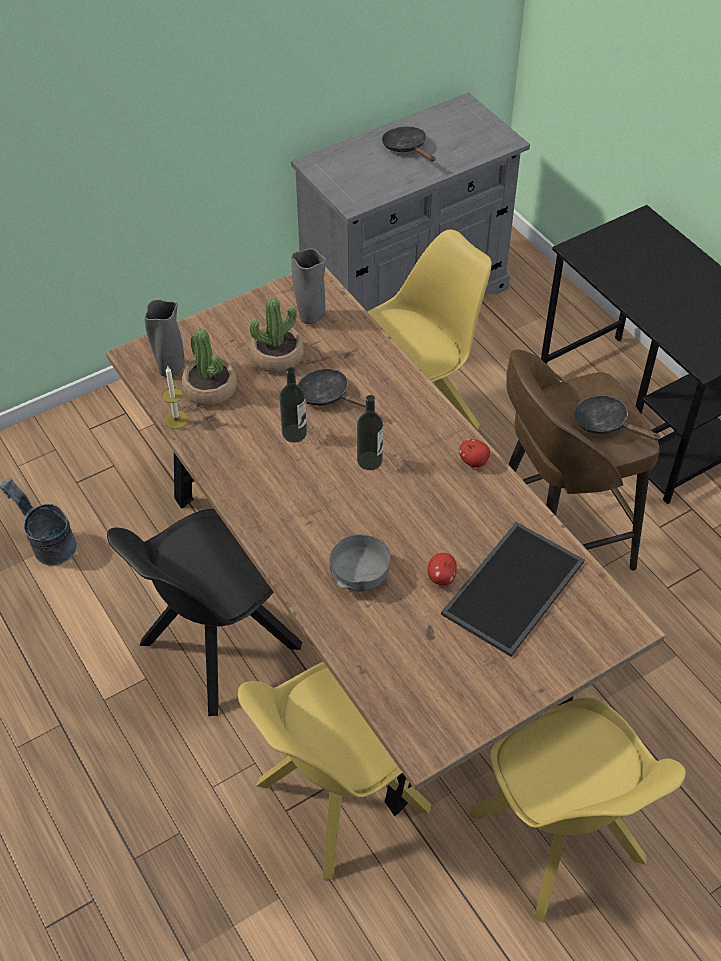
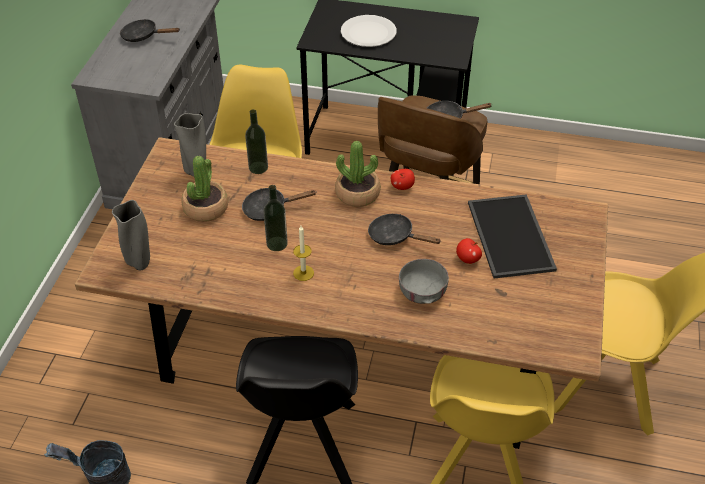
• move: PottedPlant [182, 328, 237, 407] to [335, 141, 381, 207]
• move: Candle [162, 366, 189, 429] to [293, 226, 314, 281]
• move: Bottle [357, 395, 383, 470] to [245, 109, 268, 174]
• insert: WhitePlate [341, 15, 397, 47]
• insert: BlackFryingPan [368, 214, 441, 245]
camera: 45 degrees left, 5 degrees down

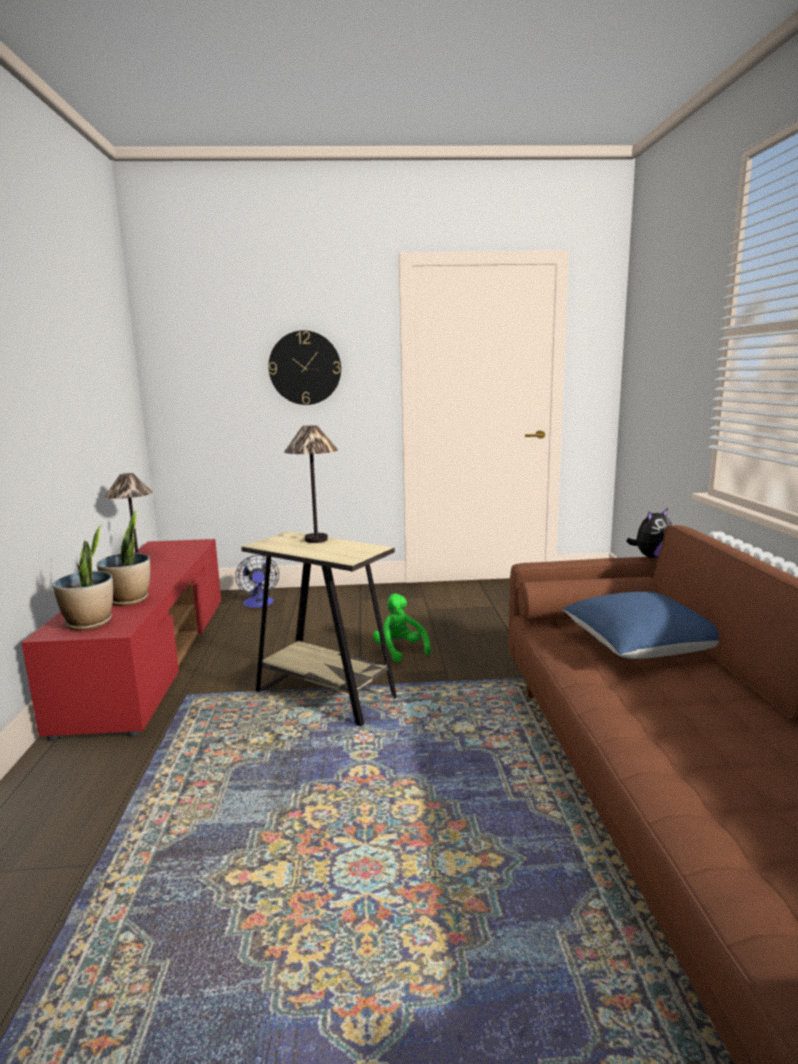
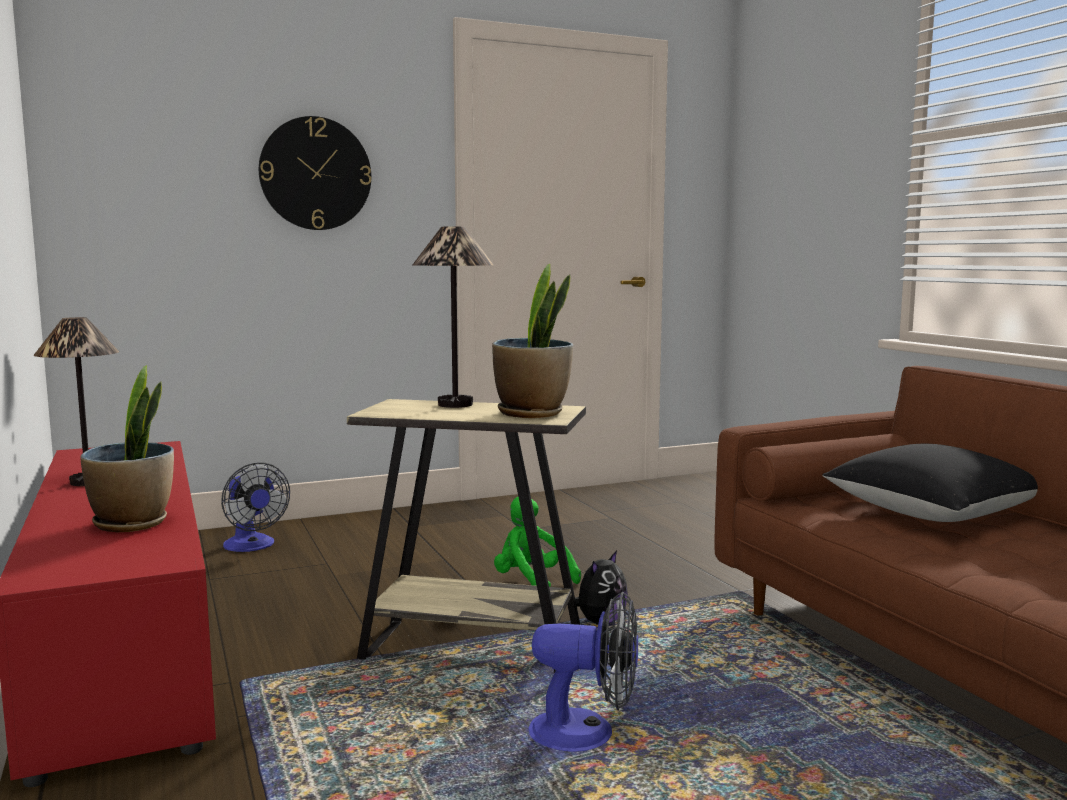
• move: PlushToy [626, 508, 672, 558] to [575, 551, 628, 625]
• move: PottedPlant [53, 525, 113, 630] to [492, 264, 573, 418]
• recolor: BluePillow [562, 591, 719, 659] to BlackPillow [822, 444, 1038, 522]
• insert: Fan [528, 592, 638, 752]
camera: 20 degrees left, 5 degrees down

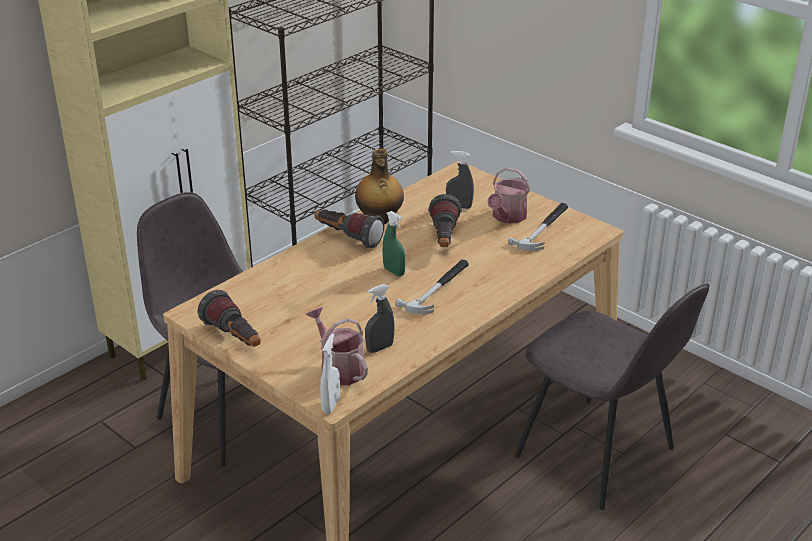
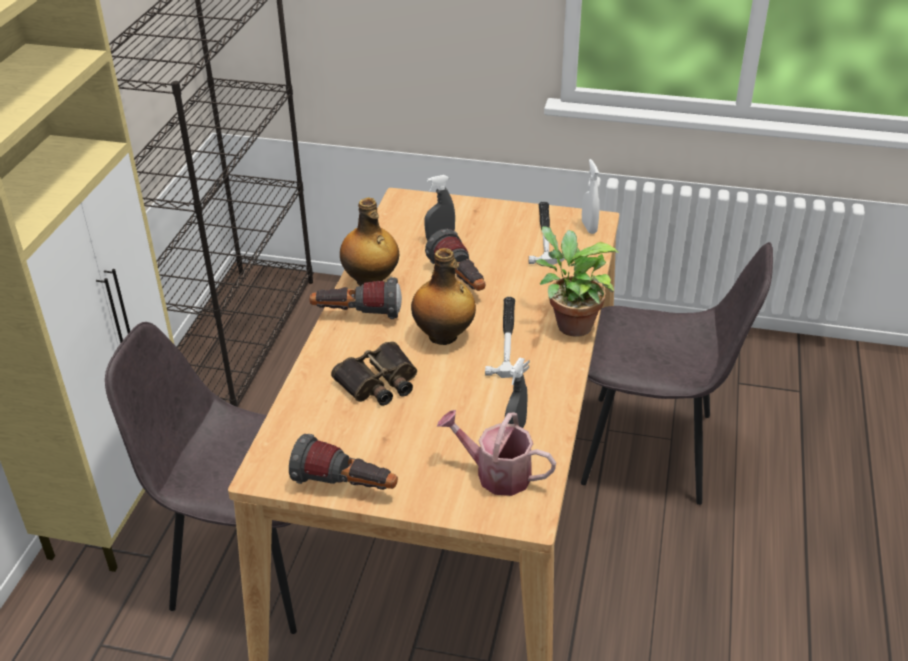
• delete: WateringCan [487, 167, 530, 224]
• replace: GreenSprayBottle [383, 211, 406, 276] to Bottle [411, 248, 476, 345]
• move: WhiteSprayBottle [320, 333, 340, 414] to [582, 159, 599, 234]
• insert: PottedPlant [536, 226, 619, 337]
• insert: Binoculars [331, 342, 417, 406]
camera: 30 degrees left, 5 degrees up

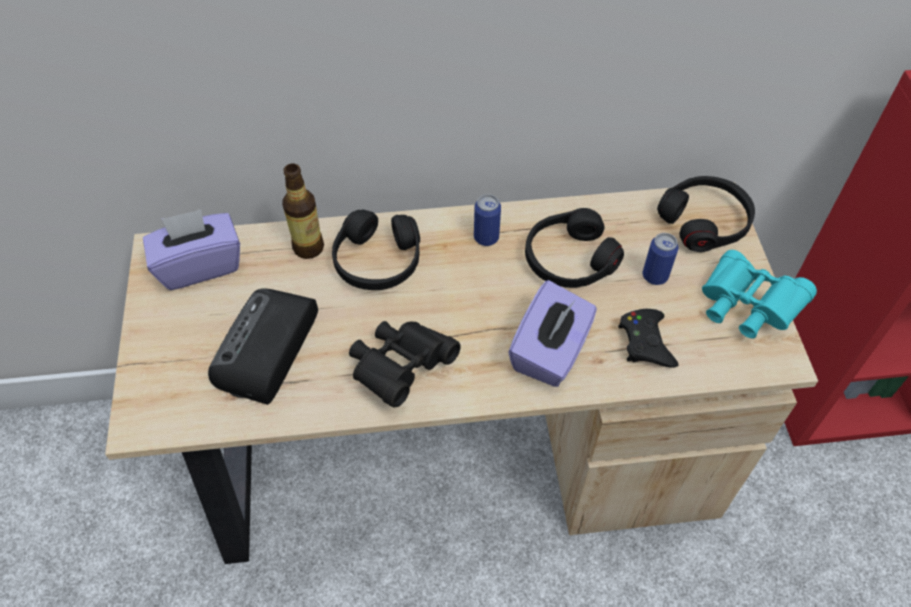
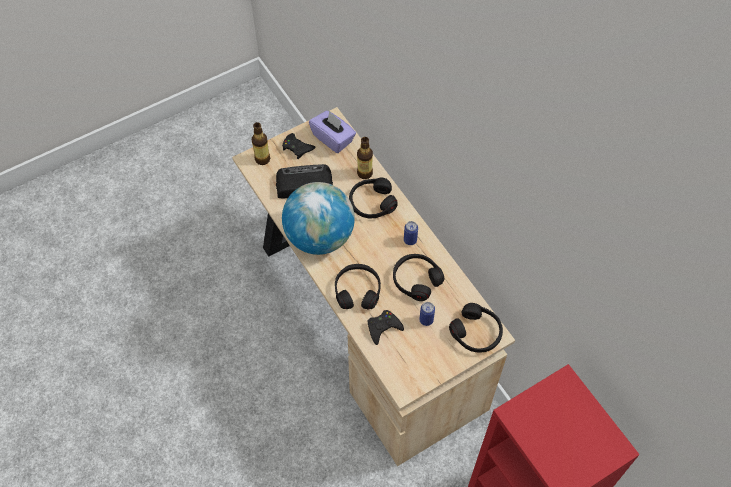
• delete: TurquoiseBinoculars [702, 250, 817, 339]
• replace: PurpleTissueBox [508, 280, 597, 387] to BlackHeadphones [335, 264, 381, 310]
• replace: BlackBinoculars [349, 321, 461, 407] to Globe [282, 182, 355, 255]
• insert: Bottle [252, 122, 270, 165]
• insert: BlackGameController [282, 133, 315, 159]
camera: 65 degrees right, 5 degrees up

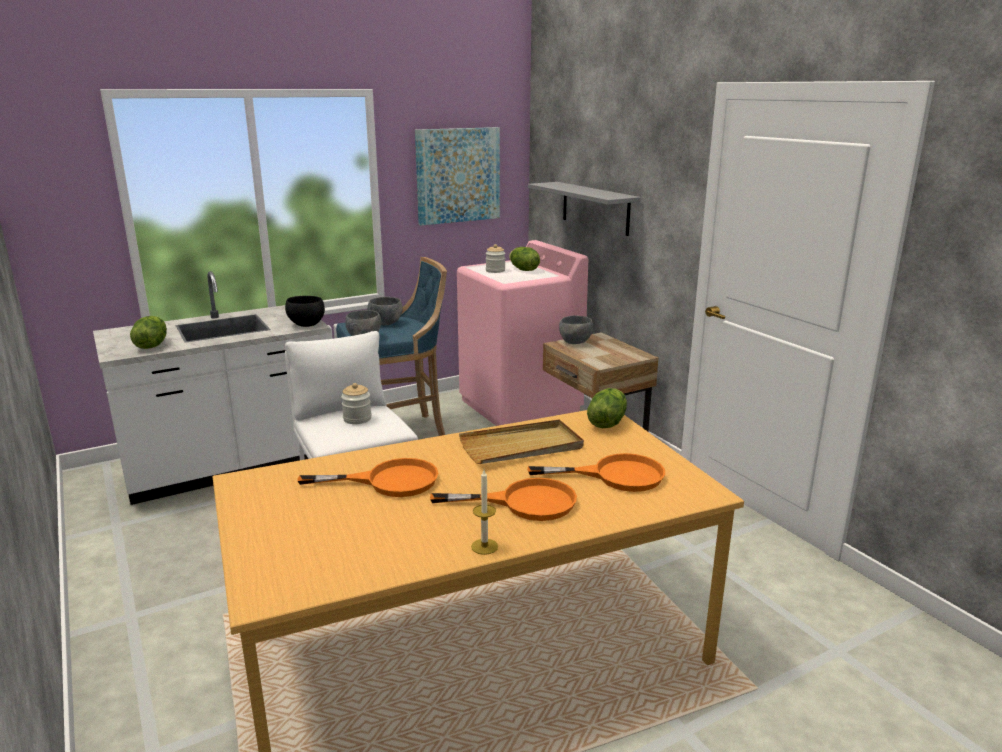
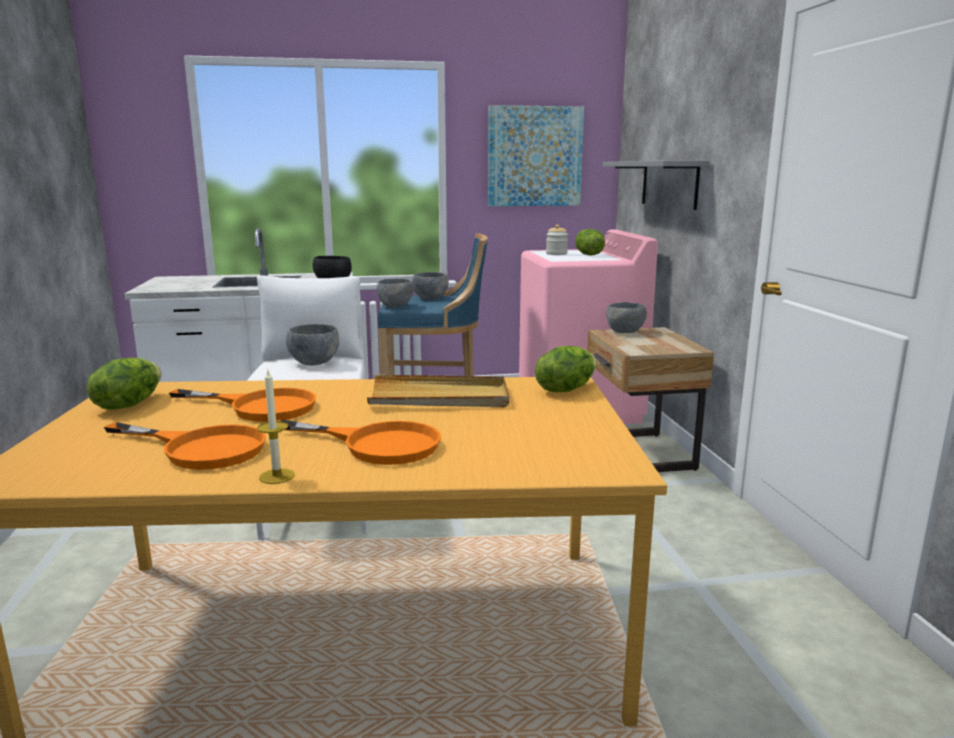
• move: Lettuce [130, 316, 167, 349] to [86, 358, 161, 410]
• replace: Jar [341, 383, 372, 424] to GreyBowl [286, 324, 339, 366]
• move: OrangeFryingPan [527, 453, 665, 492] to [104, 422, 266, 470]
camera: 20 degrees right, 5 degrees down

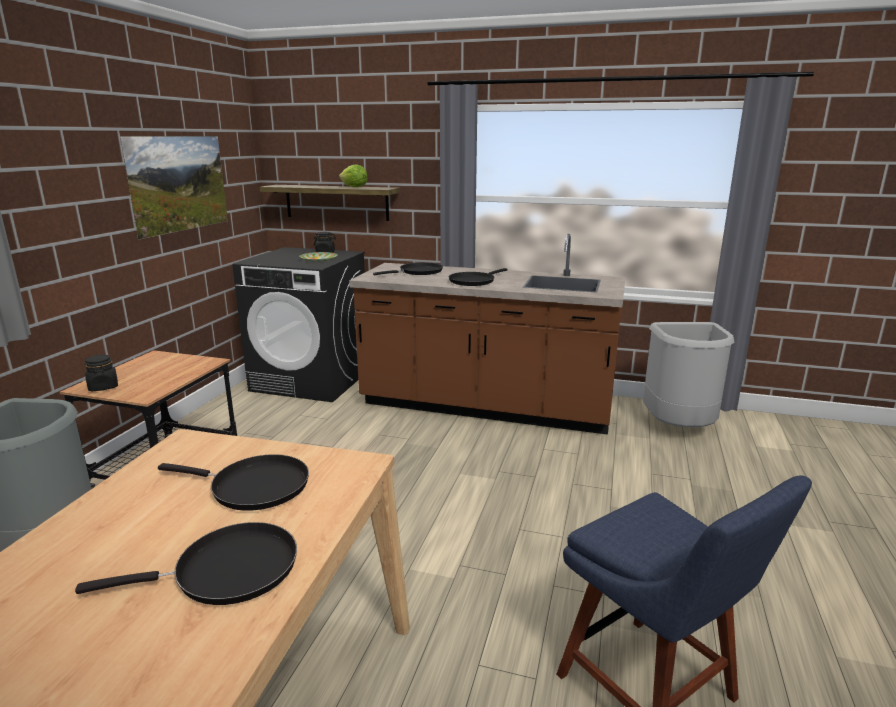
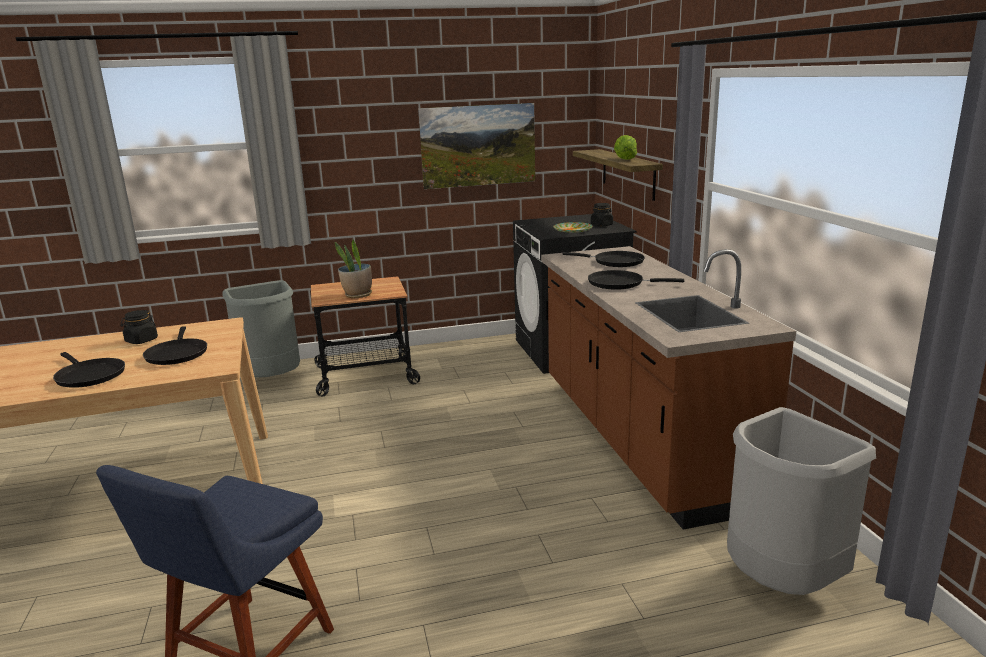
• move: BlackJar [85, 354, 118, 391] to [120, 310, 158, 344]
• insert: PottedPlant [335, 240, 372, 298]
camera: 60 degrees right, 0 degrees up

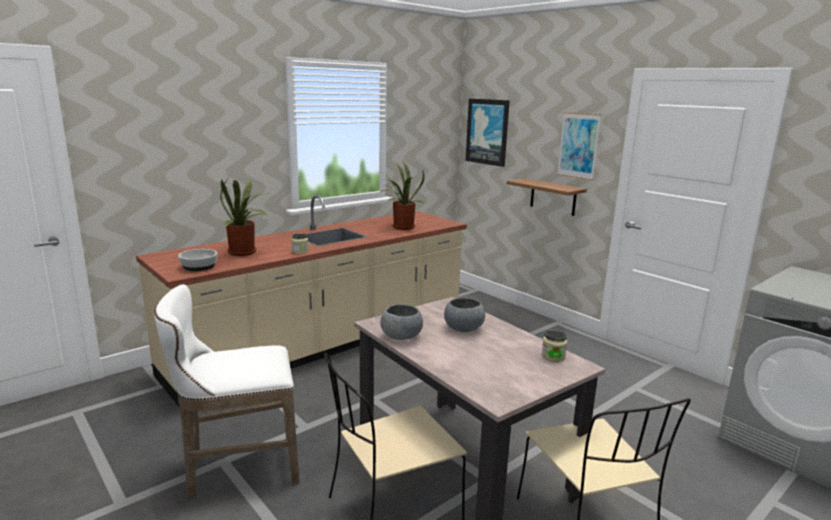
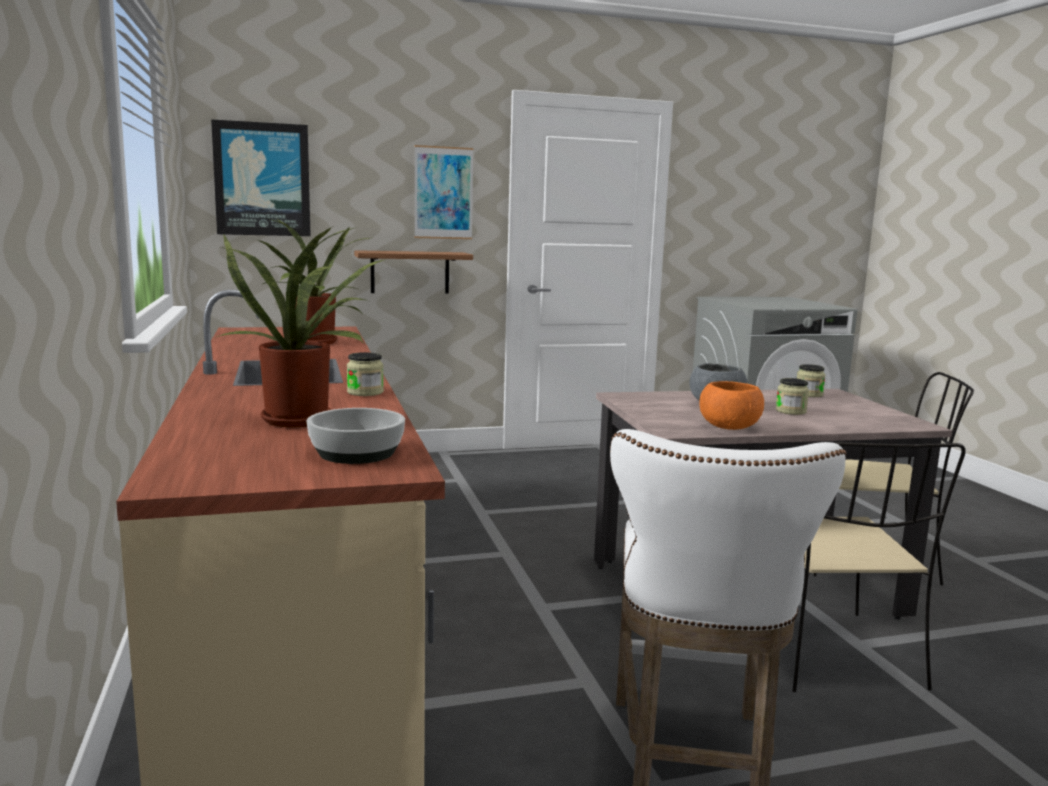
• recolor: GreyBowl [381, 304, 423, 340] to OrangeBowl [699, 381, 764, 430]
• insert: Jar [776, 378, 809, 415]
camera: 65 degrees left, 5 degrees down

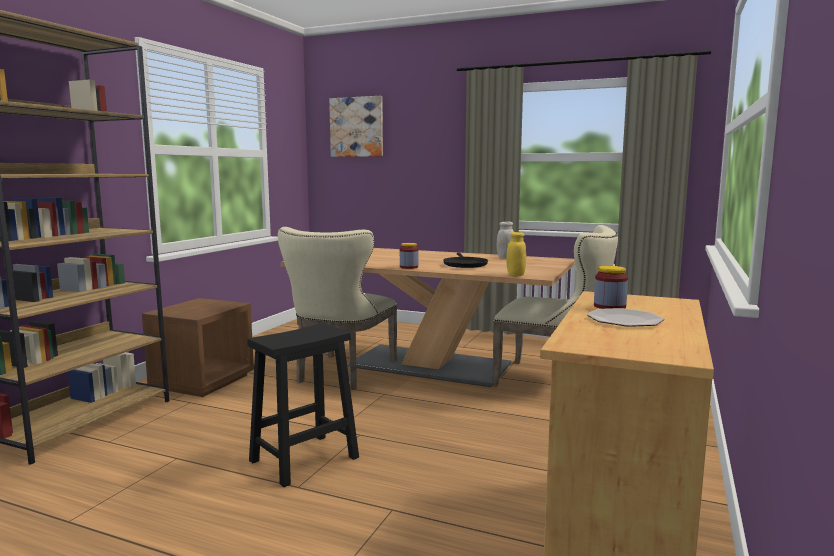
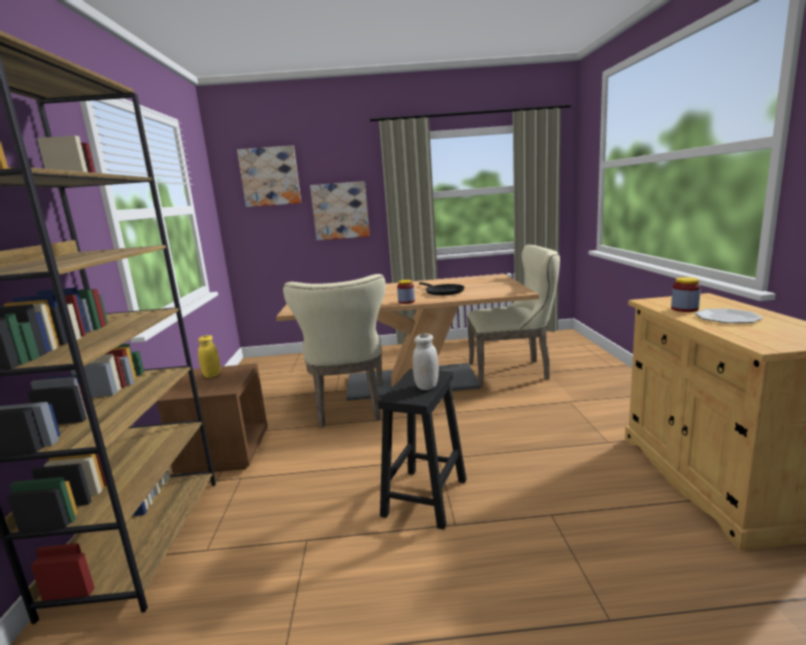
• move: WhiteJar [497, 222, 514, 258] to [413, 333, 439, 390]
• move: YellowJar [506, 232, 526, 276] to [198, 335, 220, 378]
• insert: Picture [310, 181, 370, 241]
camera: 25 degrees left, 5 degrees up

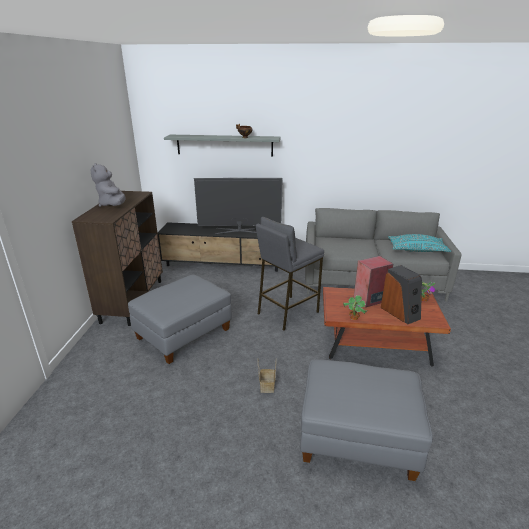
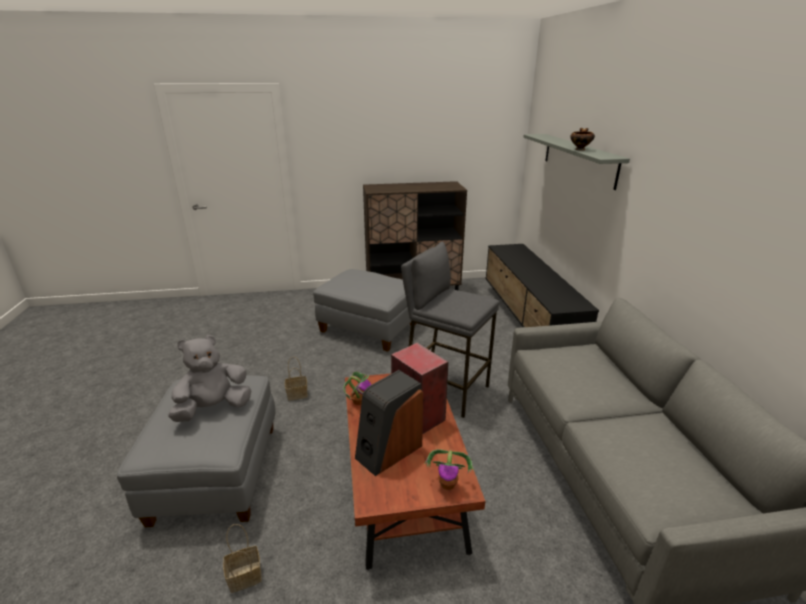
• move: GreyPlushToy [91, 163, 125, 207] to [168, 335, 252, 422]
• delete: Television [194, 178, 283, 234]
• delete: TurquoisePillow [388, 234, 451, 252]
• insert: Basket [223, 524, 262, 593]
camera: 75 degrees right, 0 degrees up

